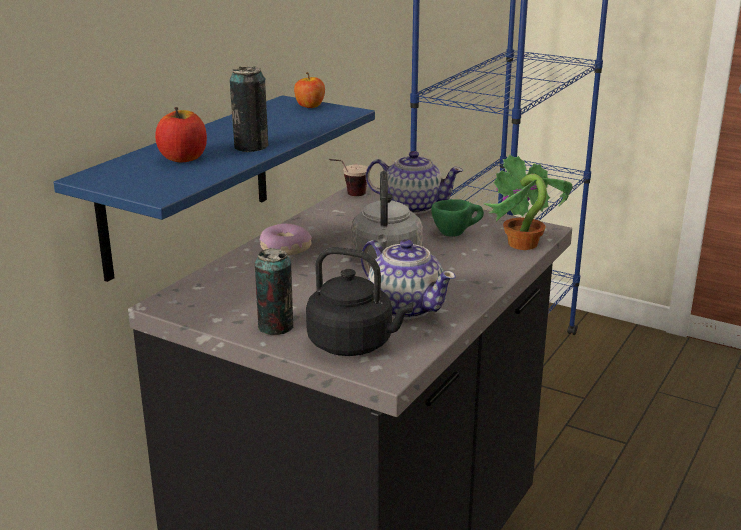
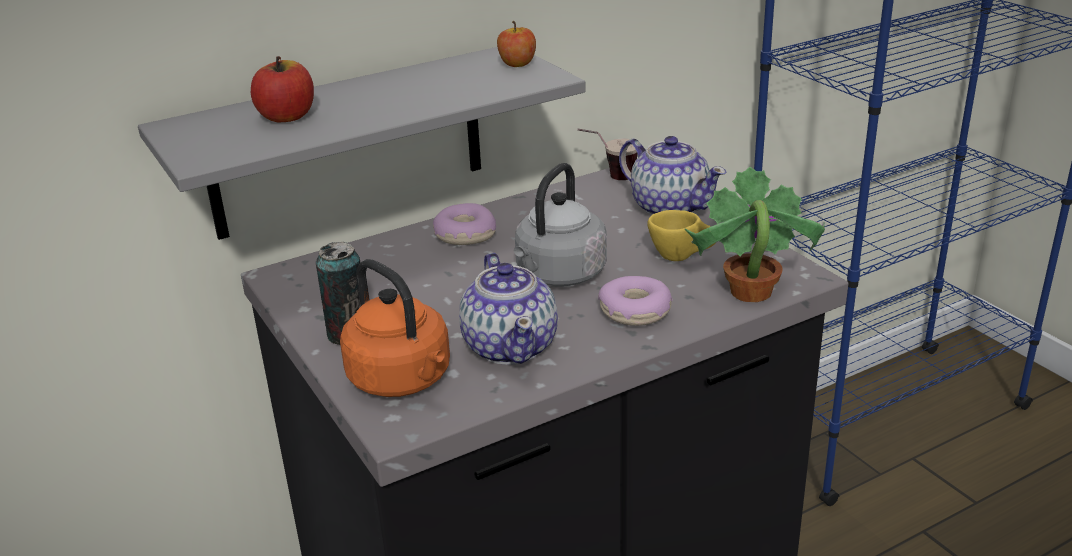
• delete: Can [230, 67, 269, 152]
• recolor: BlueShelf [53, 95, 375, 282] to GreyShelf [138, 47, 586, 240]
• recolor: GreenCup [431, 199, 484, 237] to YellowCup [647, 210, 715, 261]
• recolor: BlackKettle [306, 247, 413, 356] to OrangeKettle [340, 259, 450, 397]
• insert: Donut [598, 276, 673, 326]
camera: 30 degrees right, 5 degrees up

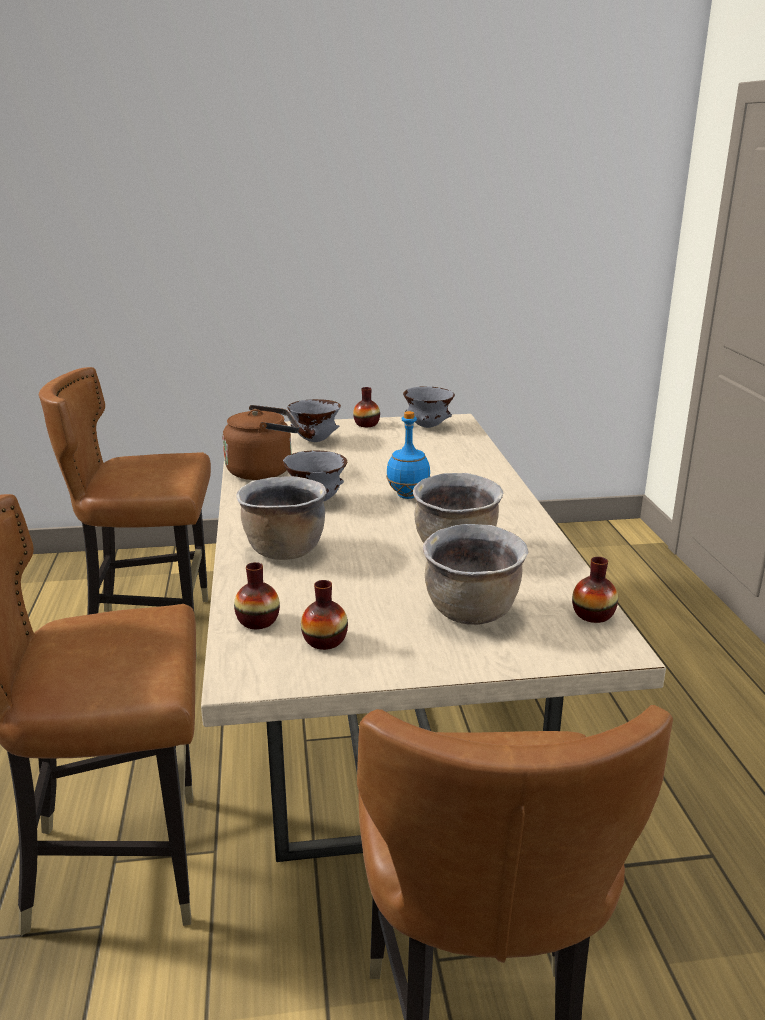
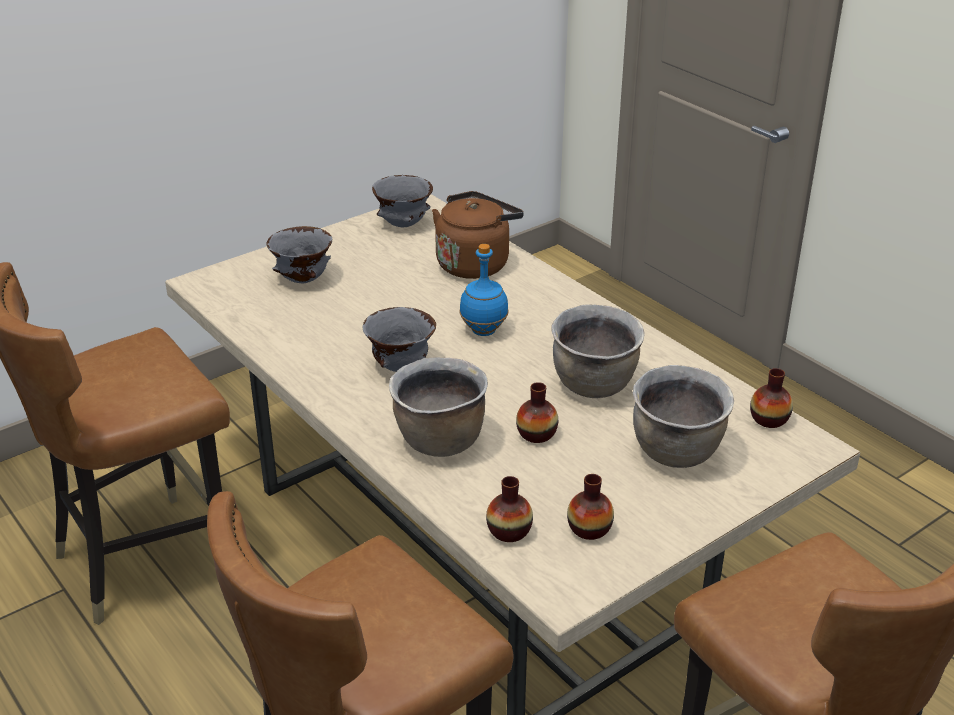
• move: Vase [353, 387, 380, 427] to [516, 382, 558, 443]
• move: BrownKettle [223, 405, 299, 480] to [432, 191, 524, 279]
camera: 30 degrees left, 10 degrees up

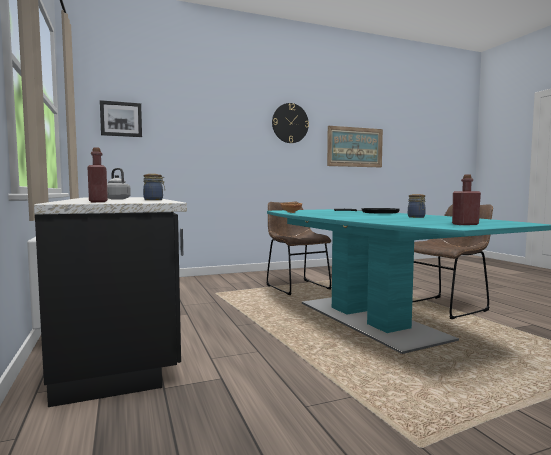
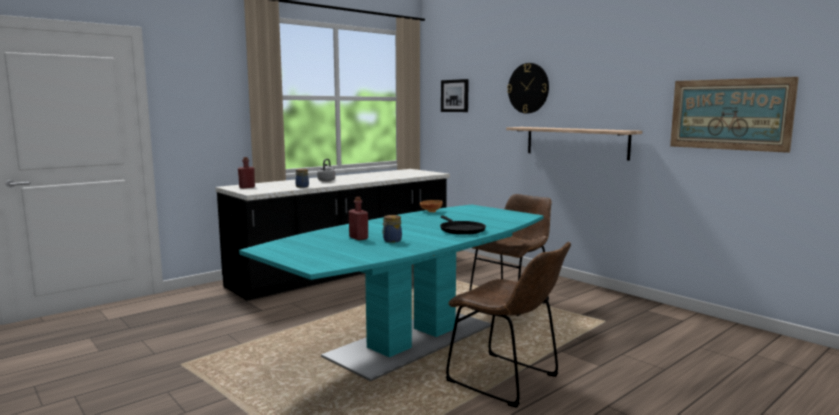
• move: WallClock [272, 103, 309, 143] to [507, 63, 549, 114]
• move: RedBottle [452, 174, 481, 225] to [349, 197, 368, 240]
• insert: Shelf [506, 127, 642, 161]
camera: 70 degrees right, 5 degrees up

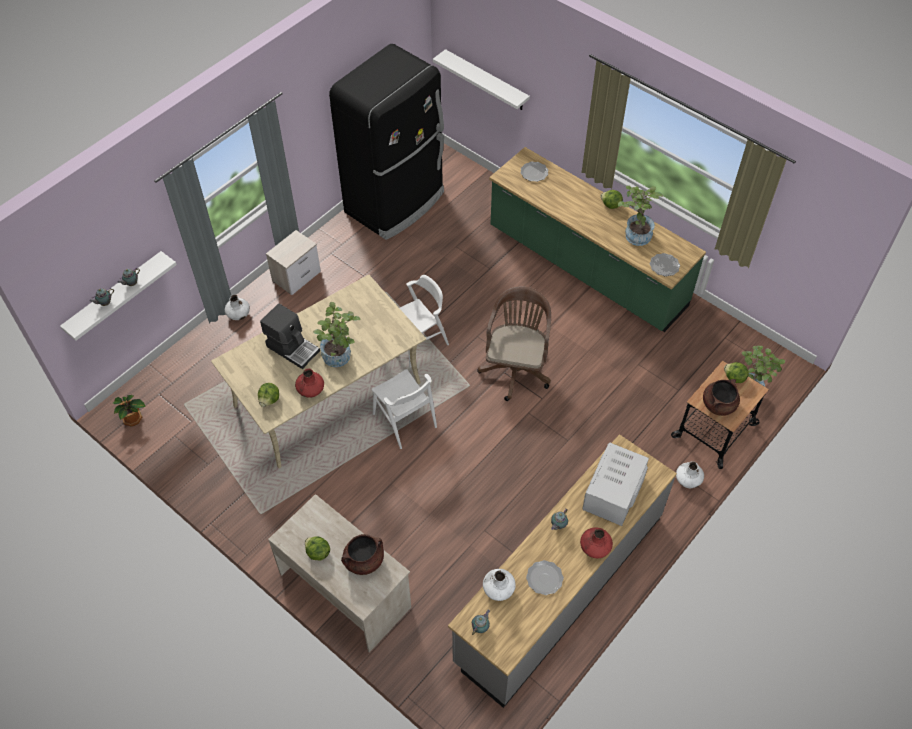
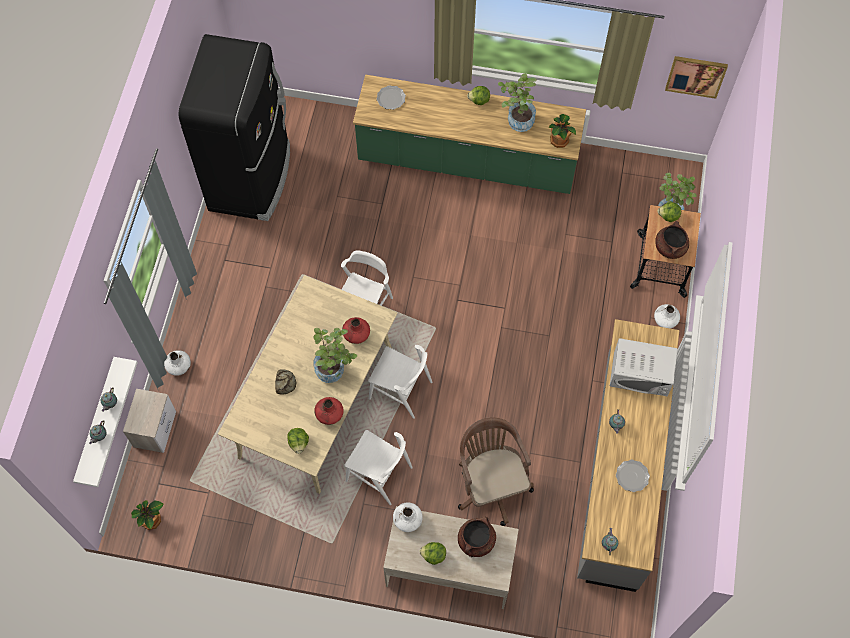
• delete: WhiteShelf [433, 49, 530, 110]
• move: Nightstand [266, 230, 321, 295] to [123, 389, 176, 453]
• replace: Plate [650, 253, 680, 276] to PottedPlant [549, 114, 576, 148]
• move: BrownOfficeChair [477, 286, 551, 401] to [458, 417, 534, 526]
• replace: CoffeeMachine [260, 303, 320, 369] to Bread [275, 370, 296, 395]
• rotate: WhiteMicrowave [582, 442, 649, 526] = [610, 338, 678, 396] 75 degrees counterclockwise
• move: RedVase [580, 527, 613, 558] to [342, 317, 370, 344]
• move: WhiteVase [483, 569, 516, 601] to [393, 502, 423, 532]
• insert: Picture [665, 56, 728, 99]
• insert: WhiteChair [344, 430, 413, 505]
camera: 30 degrees left, 10 degrees up

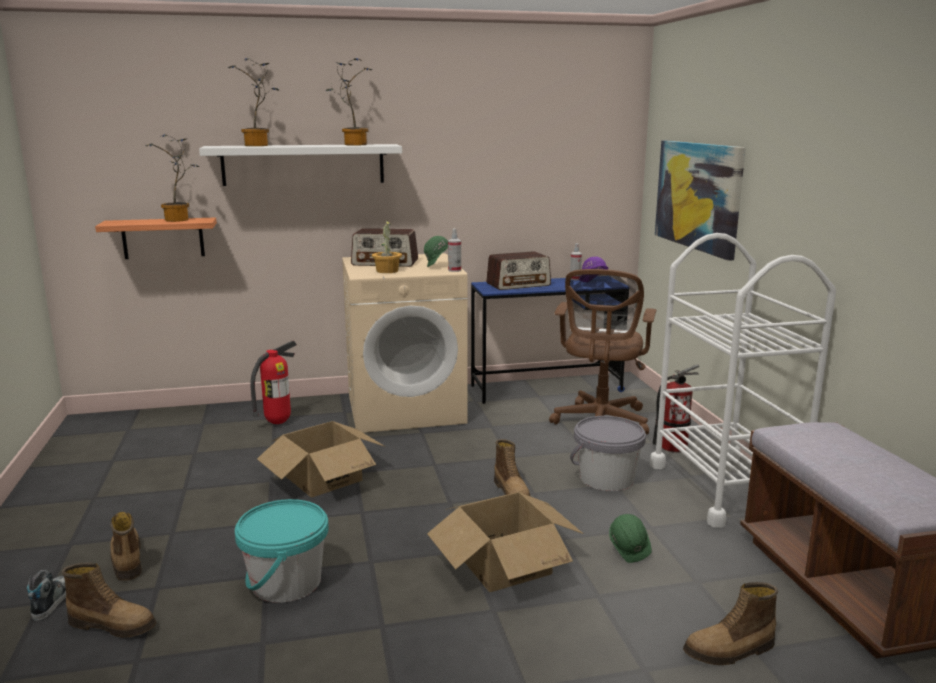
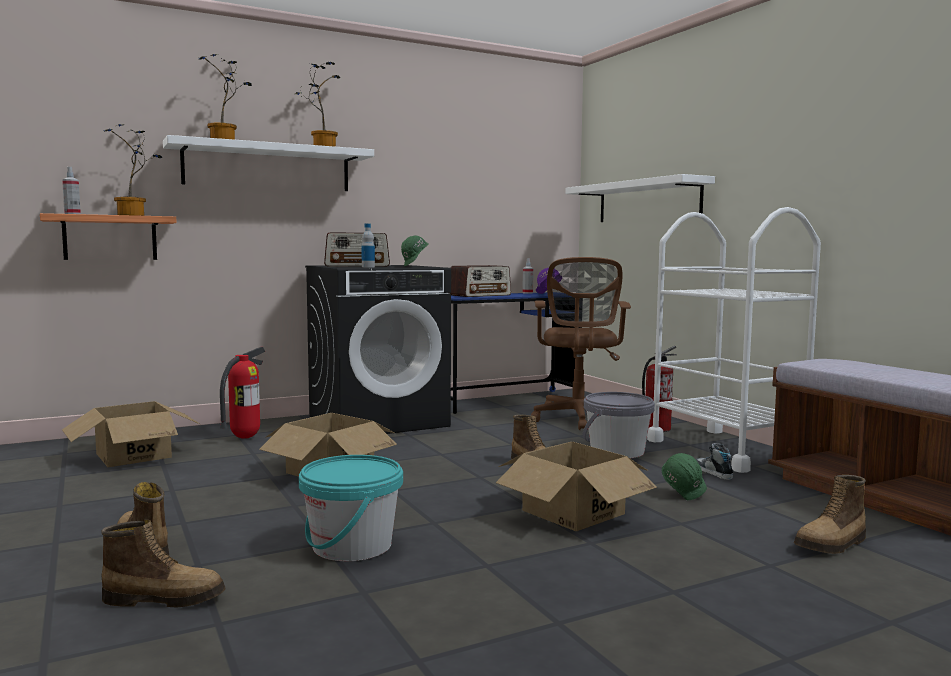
• replace: Picture [655, 141, 746, 261] to WhiteShelf [565, 174, 715, 222]
• replace: PottedPlant [372, 220, 402, 273] to Bottle [361, 224, 375, 267]
• move: SprayBottle [448, 229, 461, 272] to [62, 167, 81, 214]
• recolor: BeigeWashingMachine [342, 253, 467, 433] to BlackWashingMachine [305, 265, 451, 434]
• move: Shoe [27, 570, 66, 621] to [696, 443, 733, 480]
• insert: CardboardBox [62, 401, 201, 467]
camera: 15 degrees left, 10 degrees down

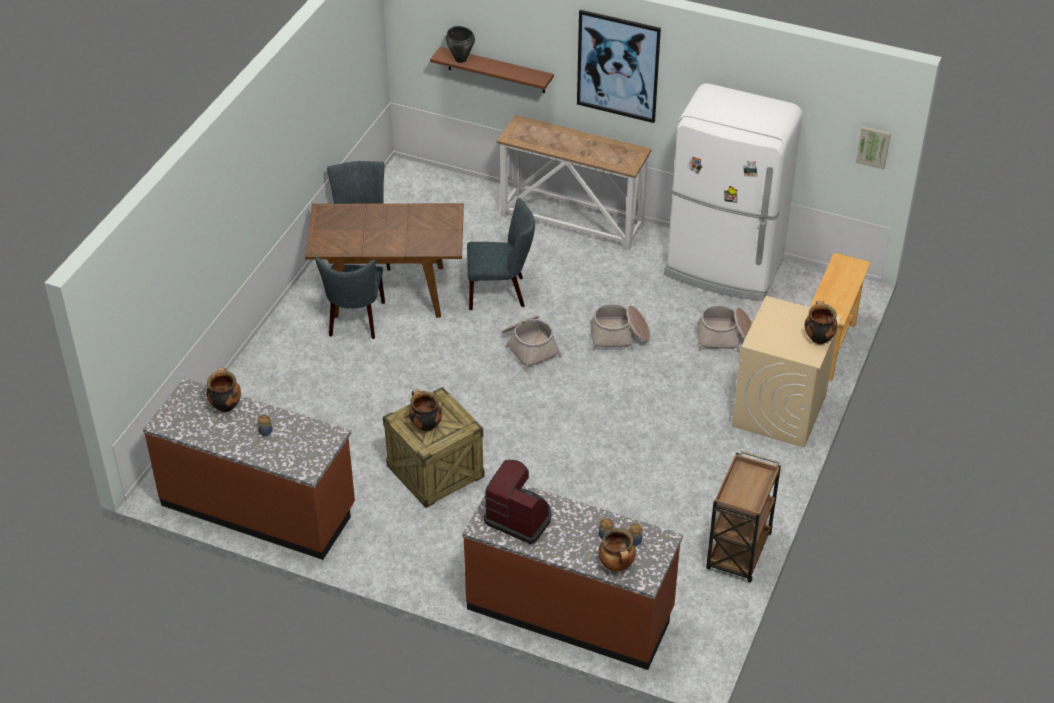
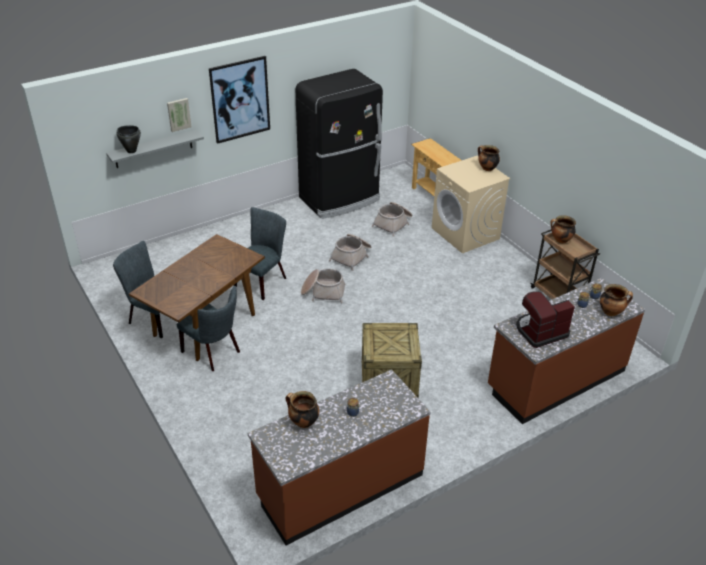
• recolor: BrownShelf [430, 47, 554, 93] to GreyShelf [106, 129, 204, 168]
• recolor: WhiteFridge [664, 83, 803, 301] to BlackFridge [295, 69, 383, 219]
• delete: ConsoleTable [497, 115, 652, 250]
• move: Picture [856, 126, 891, 170] to [167, 98, 192, 132]
• move: CookingPot [409, 389, 442, 432] to [551, 215, 576, 243]
camera: 55 degrees left, 5 degrees down

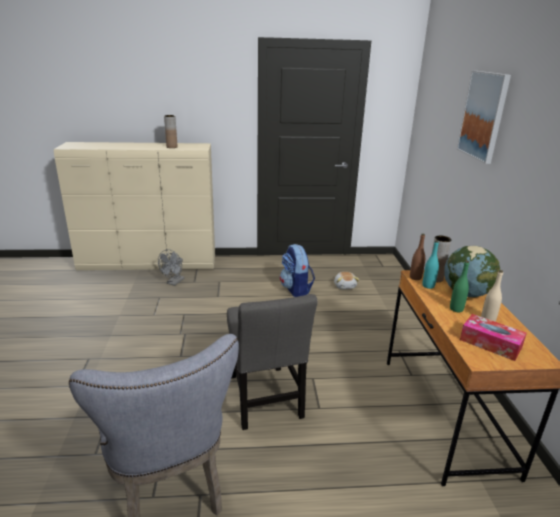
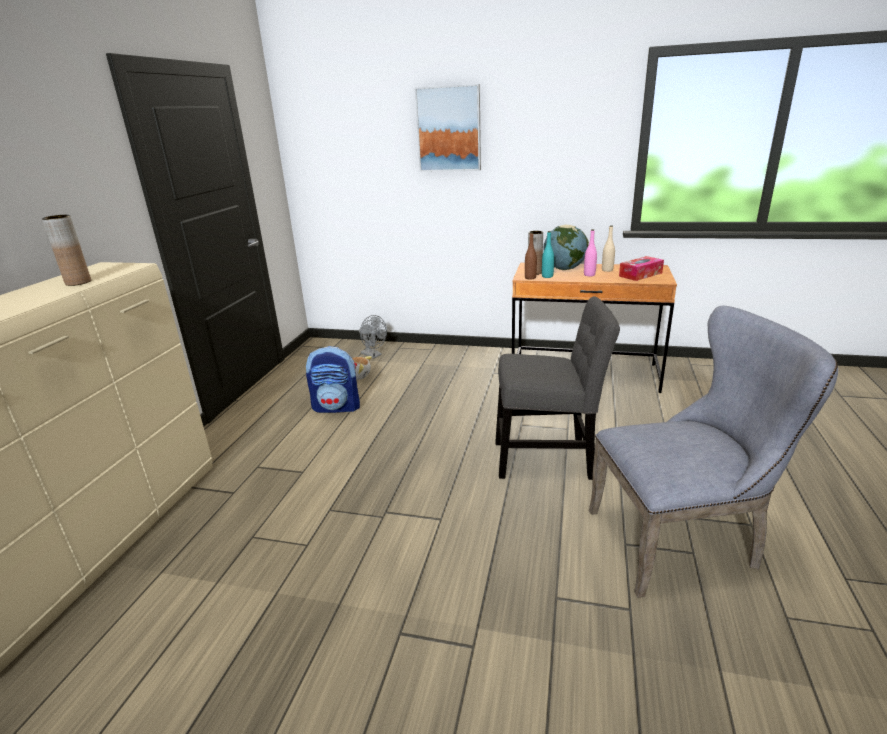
• move: GreyFan [158, 249, 184, 286] to [359, 315, 387, 359]
• recolor: GreenBottle [450, 260, 469, 312] to PinkBottle [584, 229, 597, 276]
camera: 70 degrees left, 0 degrees up

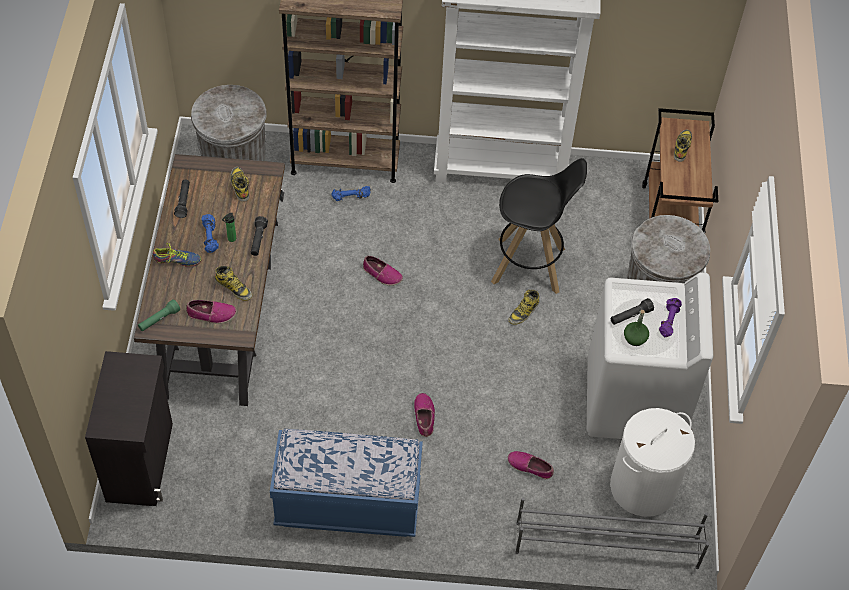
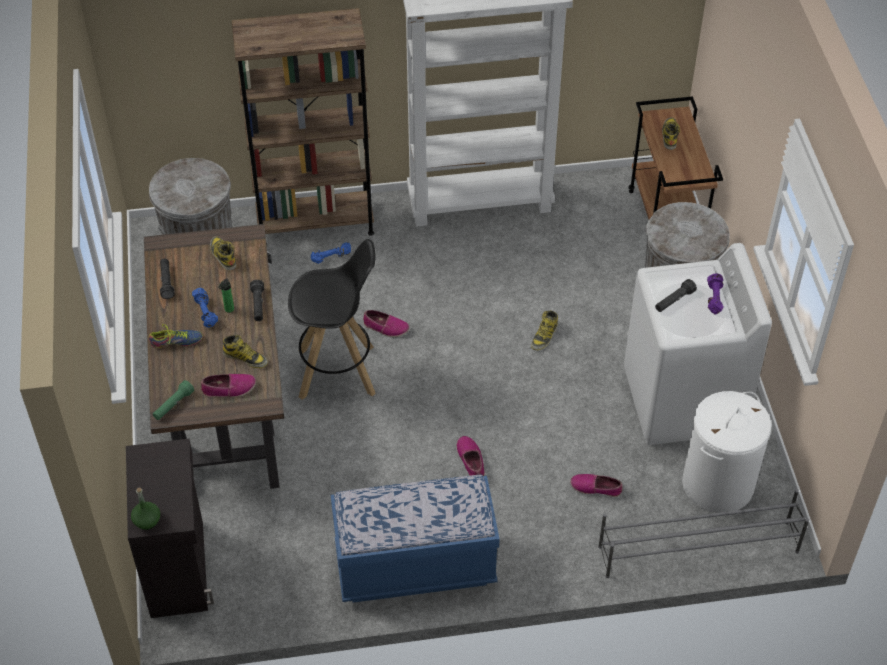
• move: BlackStool [491, 158, 587, 294] to [288, 239, 376, 400]
• move: GreenBottle [624, 310, 649, 346] to [131, 488, 160, 530]
camera: 10 degrees left, 5 degrees down

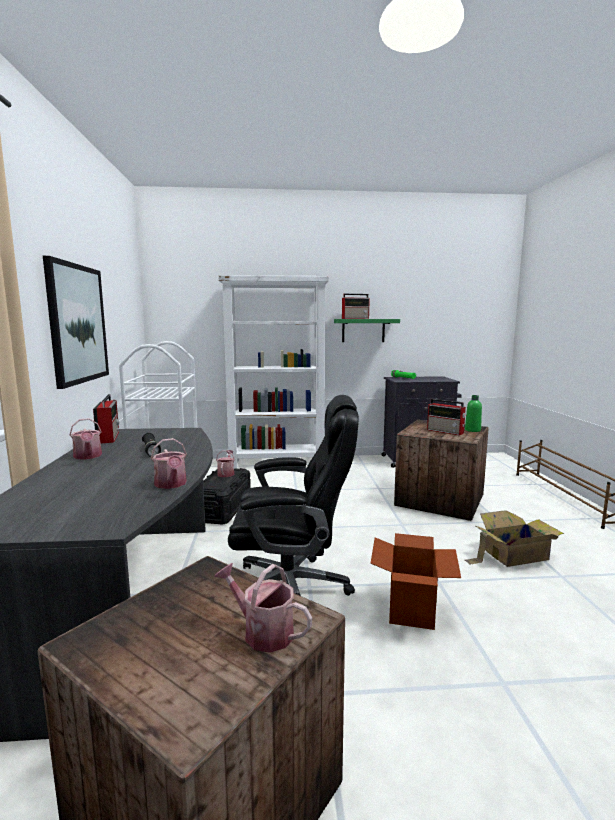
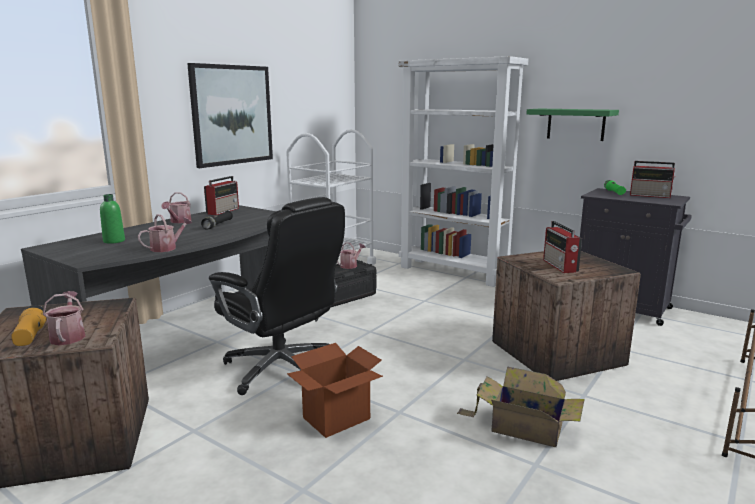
• move: Radio [342, 294, 370, 319] to [630, 161, 676, 198]
• move: GreenBottle [465, 395, 482, 432] to [100, 194, 125, 244]
• rotate: WateringCan [151, 438, 187, 489] = [138, 214, 192, 252] 150 degrees counterclockwise
• insert: Flashlight [11, 305, 47, 346]
camera: 40 degrees right, 5 degrees up

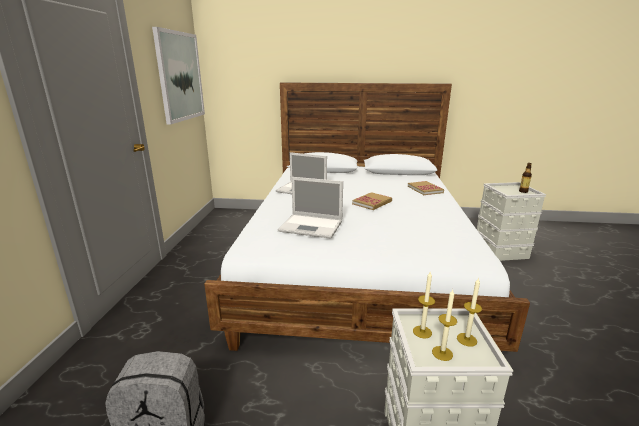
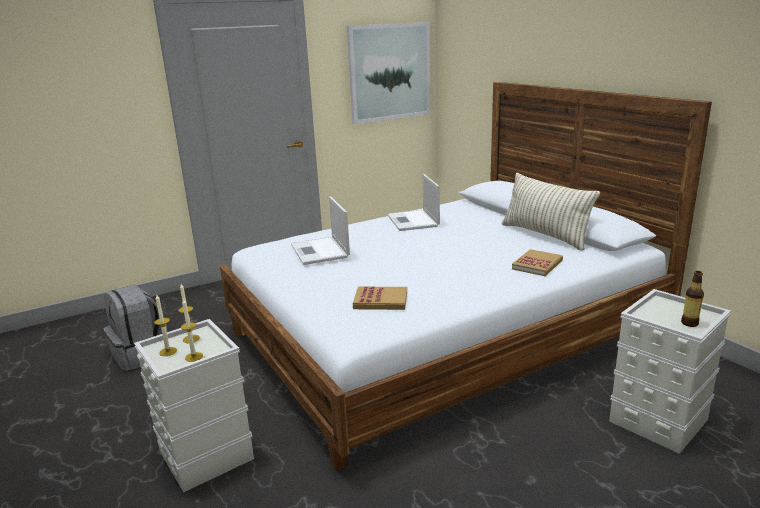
• move: Book [352, 192, 392, 210] to [353, 287, 407, 310]
• insert: Pillow [502, 173, 600, 251]
camera: 55 degrees right, 0 degrees up

